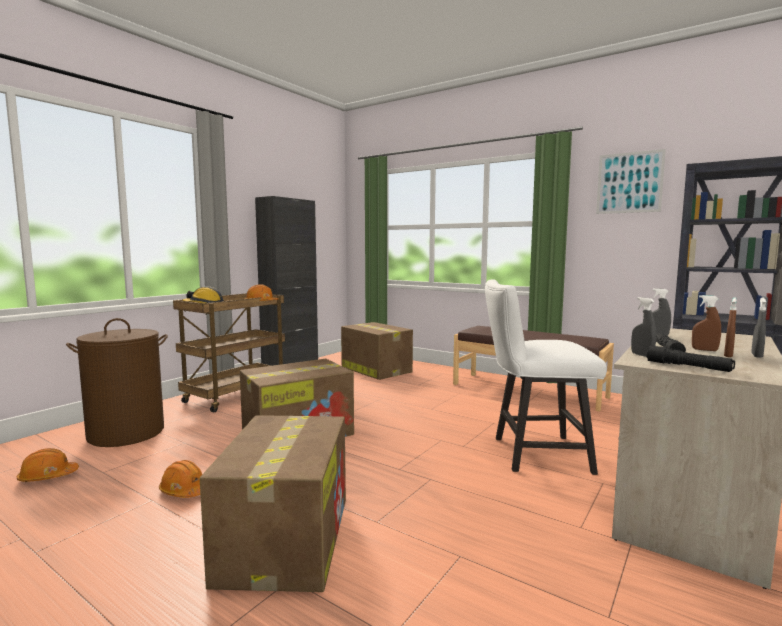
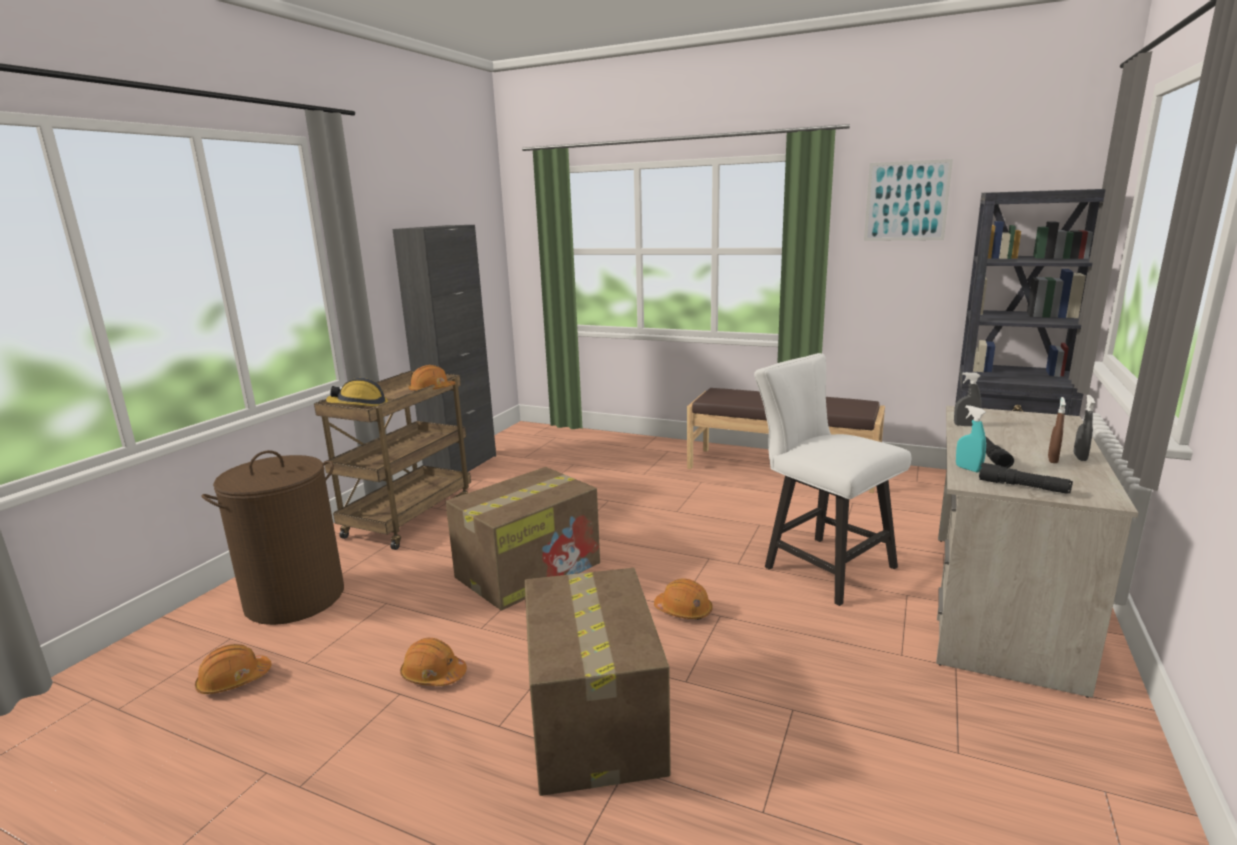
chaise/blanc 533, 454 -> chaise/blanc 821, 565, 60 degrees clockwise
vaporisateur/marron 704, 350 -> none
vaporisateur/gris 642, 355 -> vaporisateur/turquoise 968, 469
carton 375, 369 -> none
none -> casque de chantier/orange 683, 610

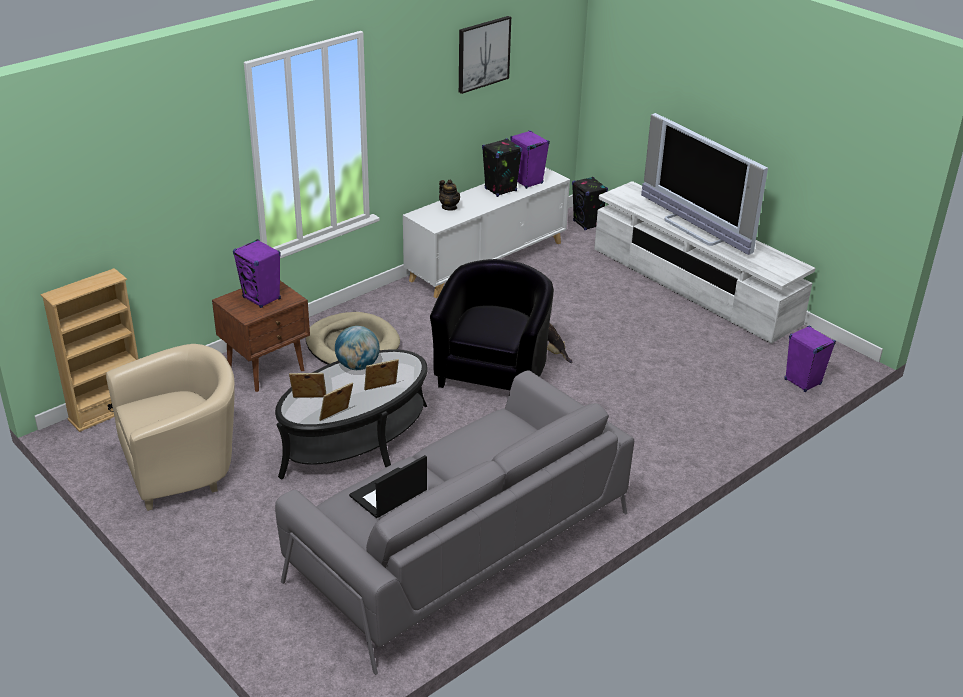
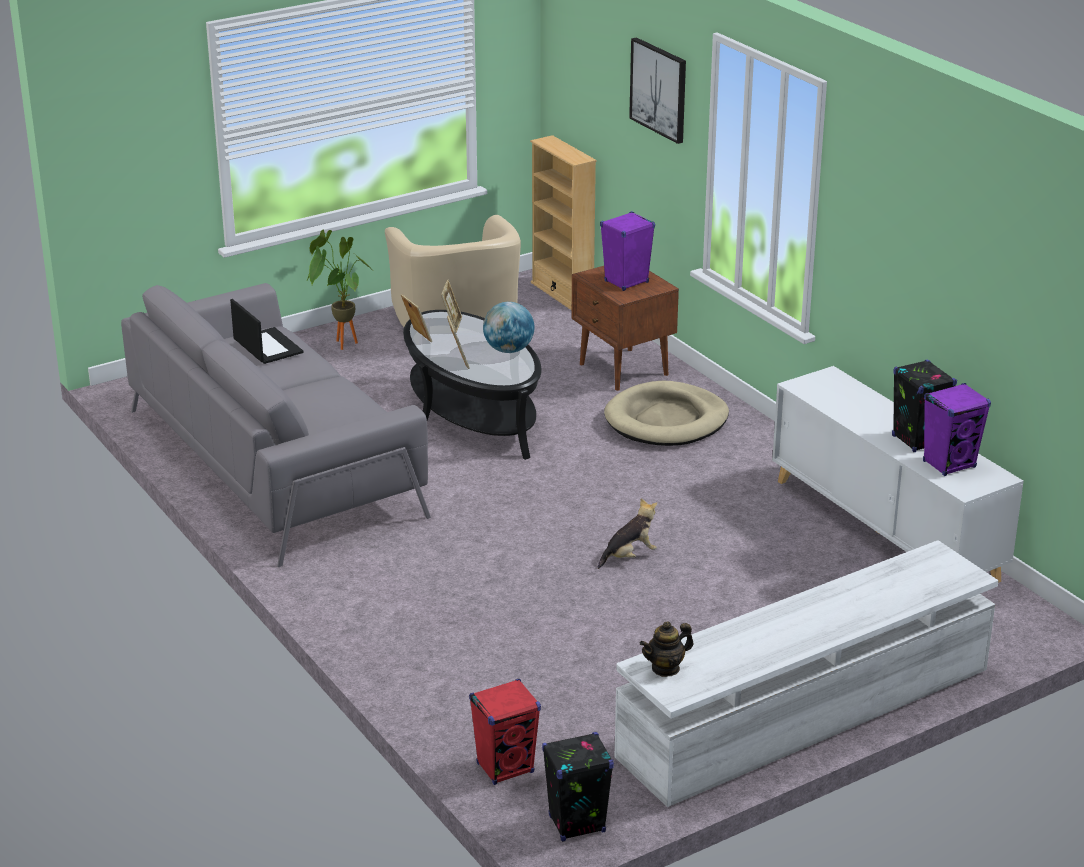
tableau 483, 54 -> tableau 659, 89, moved
téléviseur 696, 229 -> none
enceinte/noir 587, 224 -> enceinte/noir 576, 824, moved
théière 449, 207 -> théière 665, 668, moved
fauteuil/noir 493, 371 -> none
enceinte/violet 802, 382 -> enceinte/rouge 505, 768
none -> plante en pot 339, 344

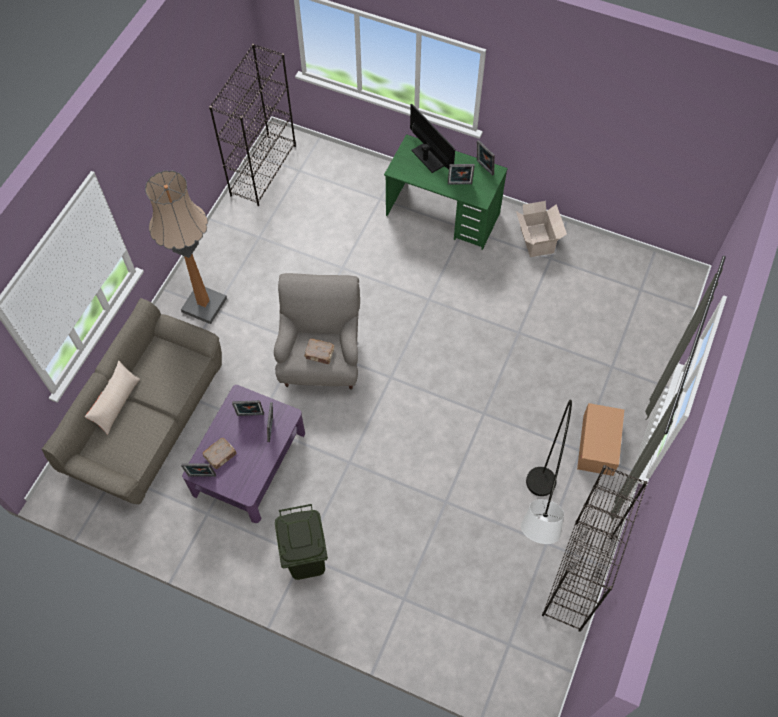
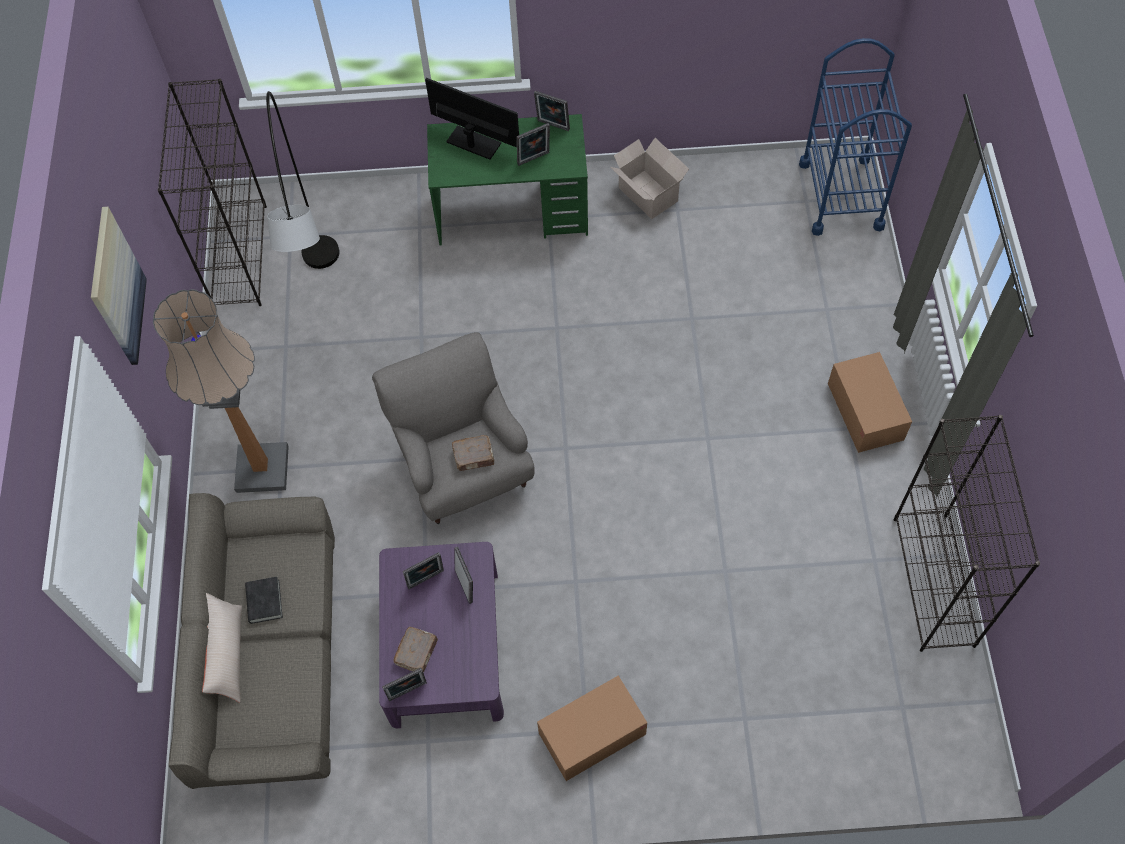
lampadaire/gris 529, 534 -> lampadaire/gris 329, 310, moved
poubelle/vert 305, 560 -> carton 592, 734
none -> chariot/bleu 841, 195
none -> tableau 116, 287
none -> livre/noir 264, 601

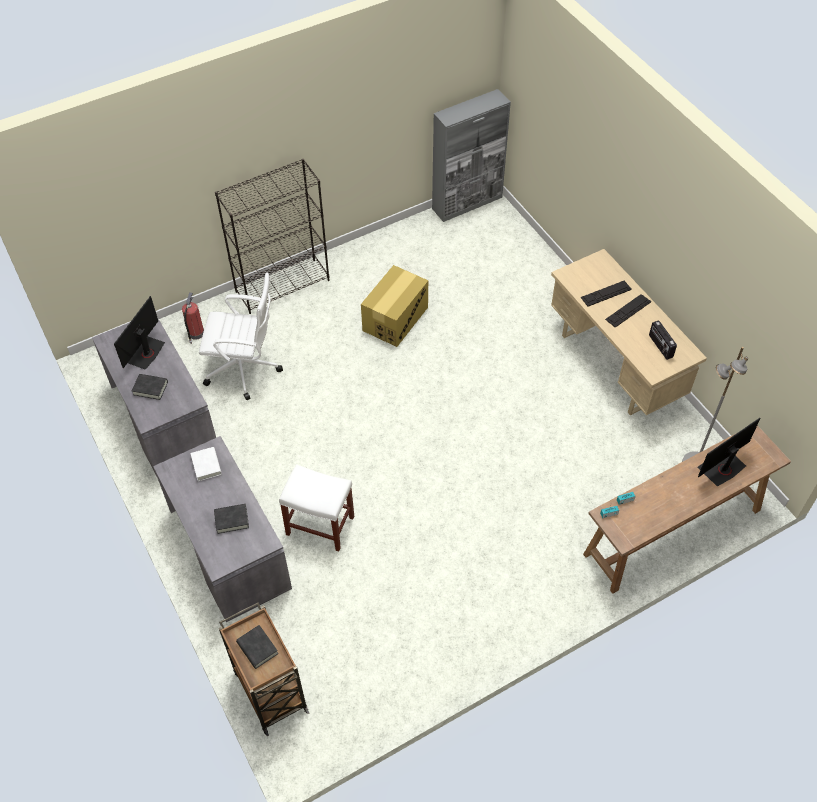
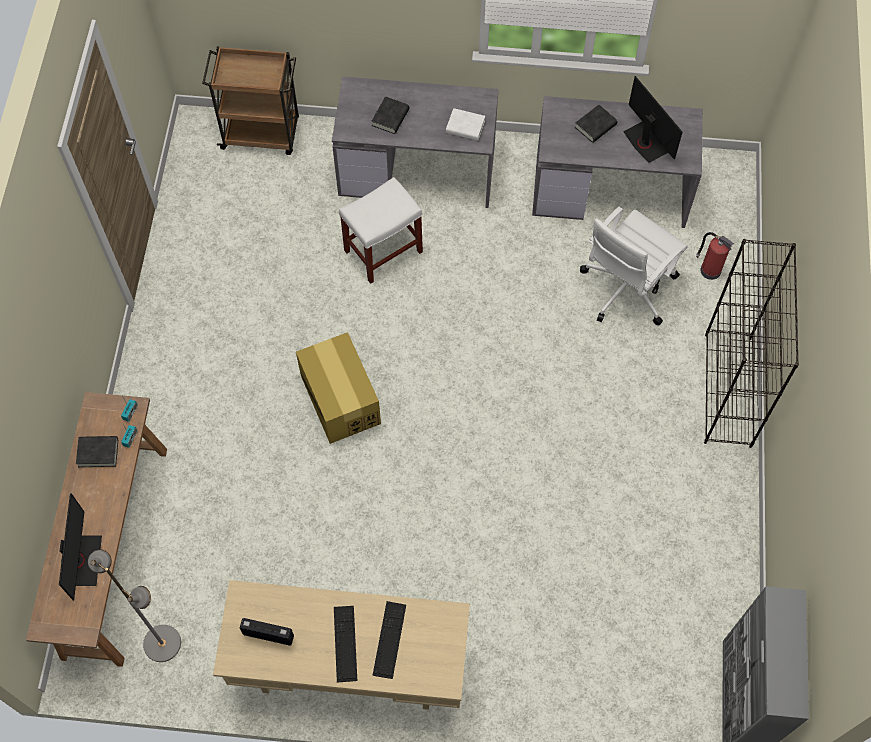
carton 395, 319 -> carton 340, 399, moved
livre/noir 257, 648 -> livre/noir 98, 453, moved

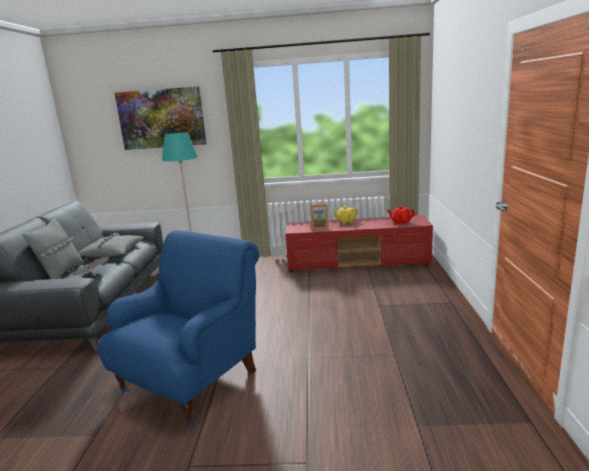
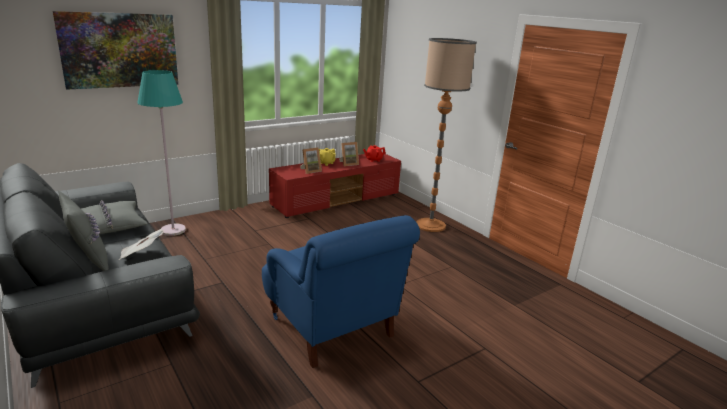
fauteuil/bleu 192, 380 -> fauteuil/bleu 333, 328, 150 degrees clockwise
none -> lampadaire 430, 225
none -> cadre photo 348, 164

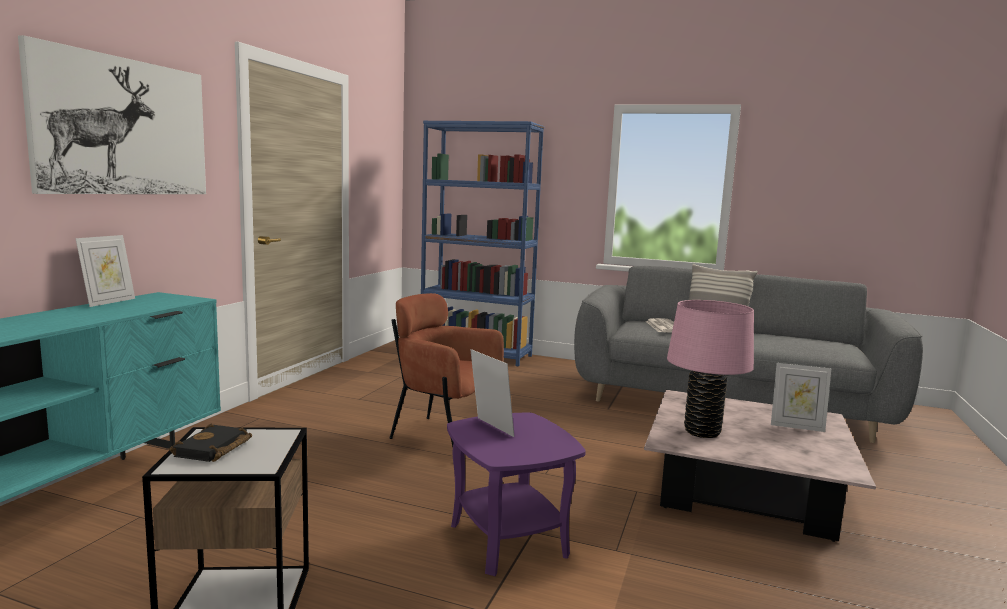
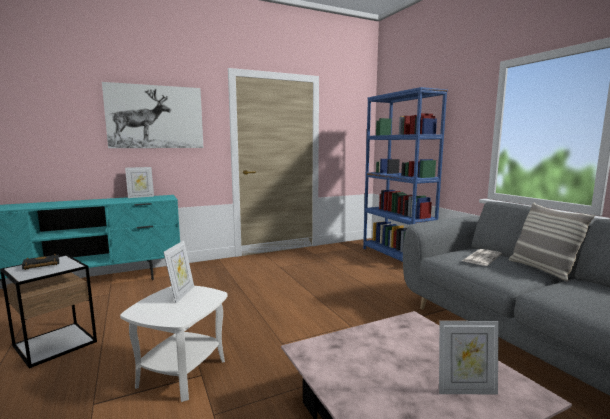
fauteuil/marron 445, 436 -> none
lampe de table/rose 702, 432 -> none
cadre photo 796, 426 -> cadre photo 465, 390, 60 degrees counterclockwise
table d'appoint/violet 509, 539 -> table d'appoint/blanc 182, 372

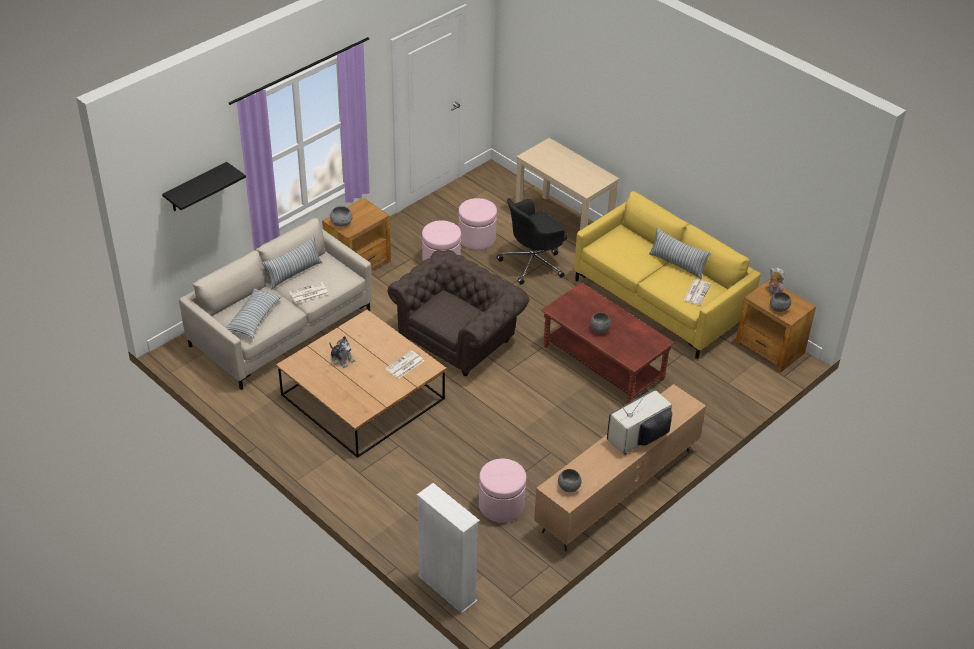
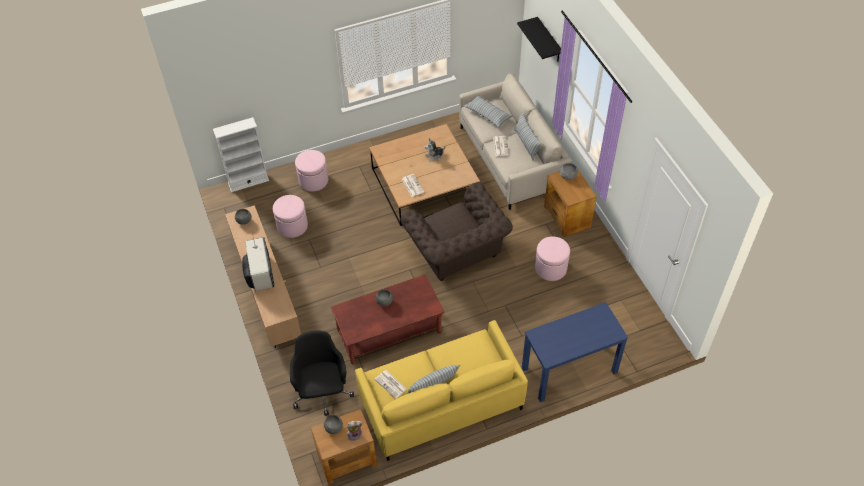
bureau/beige 563, 225 -> bureau/bleu 569, 370
pouf/rose 477, 238 -> pouf/rose 313, 180, moved
chaise de bureau/noir 533, 263 -> chaise de bureau/noir 323, 392, moved

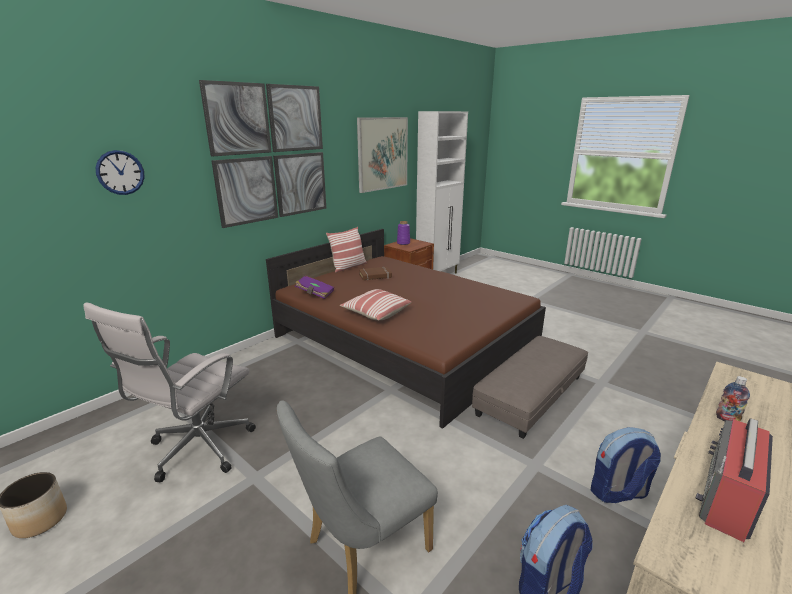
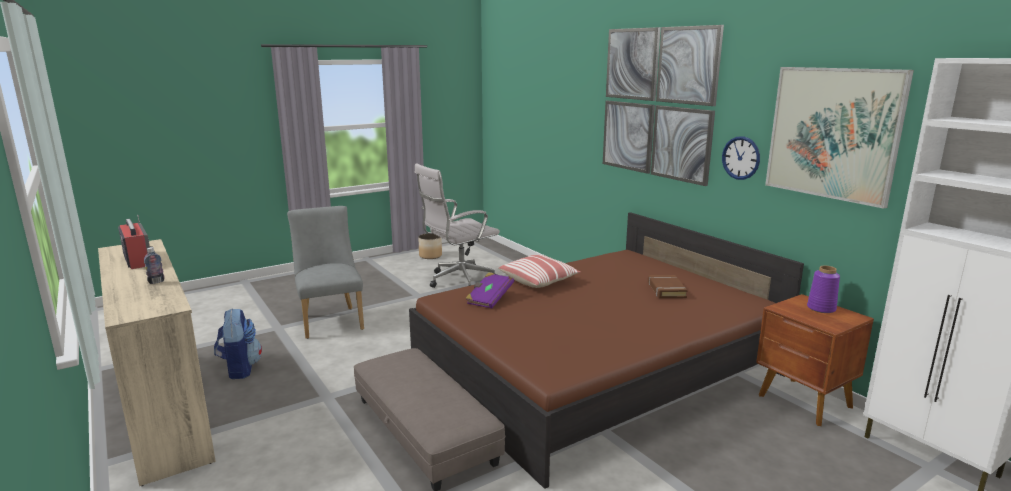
horloge murale 120, 172 -> horloge murale 741, 158, moved
coussin 348, 267 -> none
livre/violet 315, 293 -> livre/violet 489, 299, moved
chaise de bureau/blanc 197, 450 -> chaise de bureau/blanc 458, 281, 75 degrees counterclockwise
sac à dos 618, 493 -> none

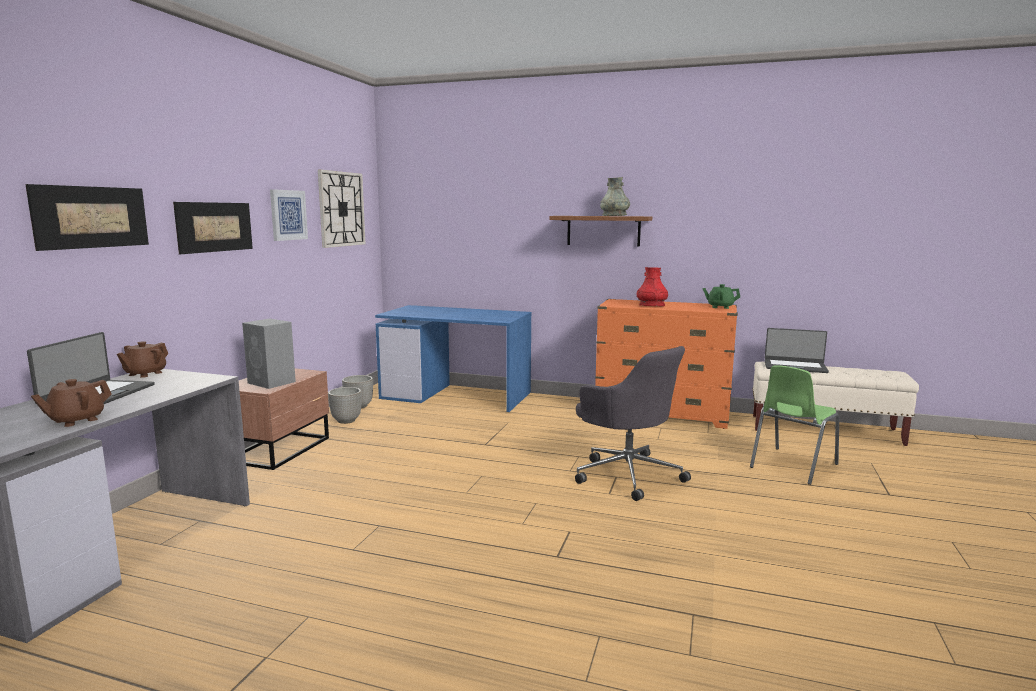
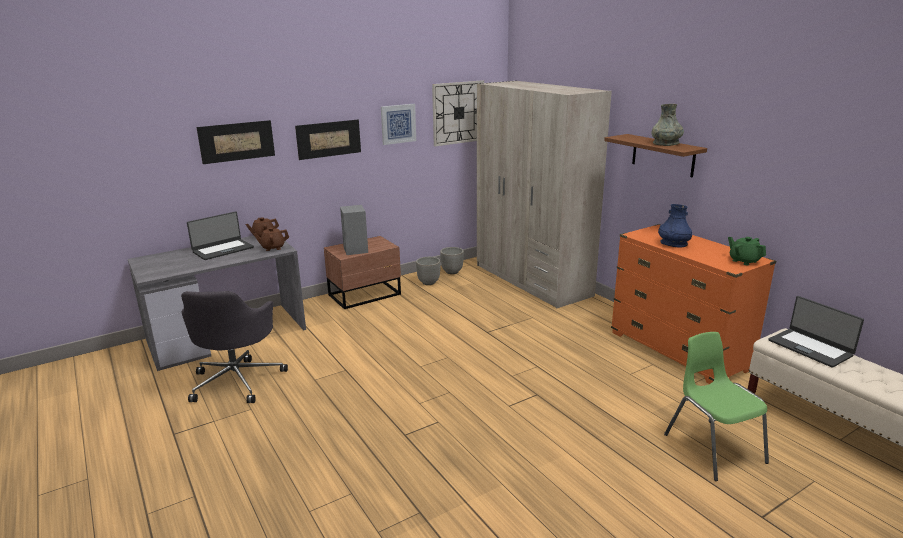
vase/rouge 651, 306 -> vase/bleu 673, 244
bureau/bleu 457, 395 -> armoire/beige 532, 280
chaise de bureau/gris 627, 474 -> chaise de bureau/gris 237, 380, moved
chaise/vert 792, 466 -> chaise/vert 712, 448, 75 degrees clockwise
théière/marron 76, 420 -> théière/marron 273, 248, moved

